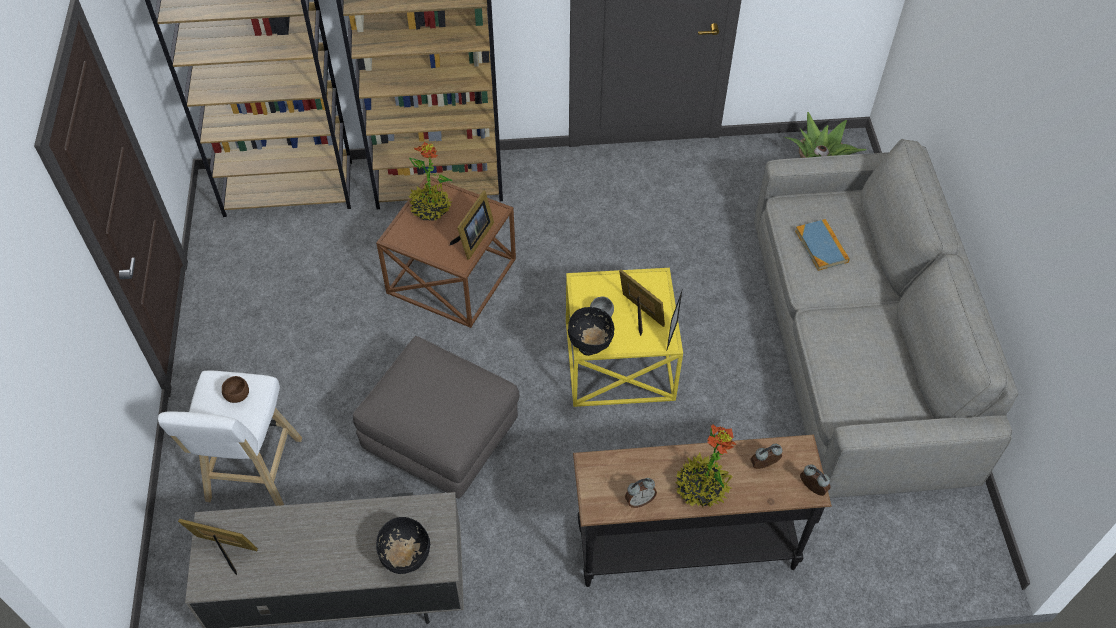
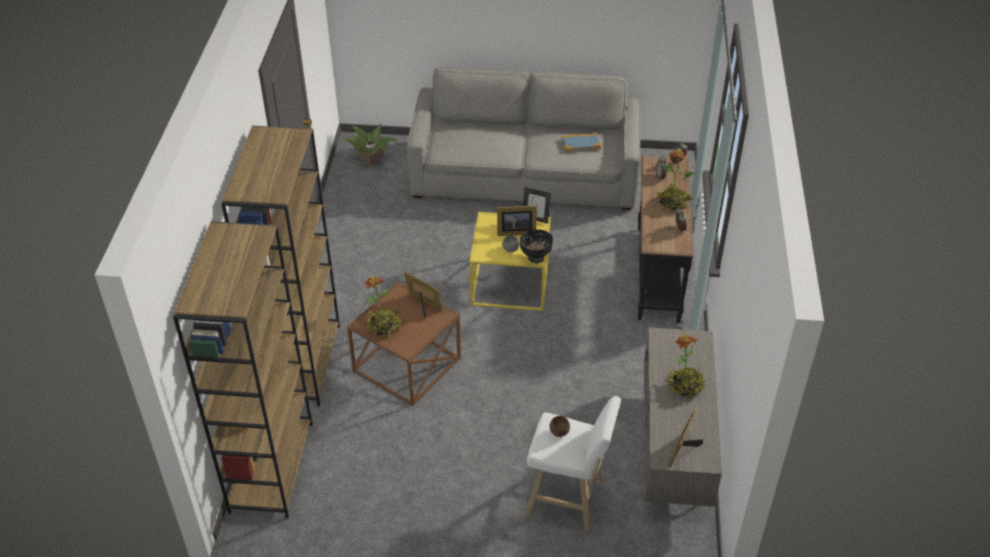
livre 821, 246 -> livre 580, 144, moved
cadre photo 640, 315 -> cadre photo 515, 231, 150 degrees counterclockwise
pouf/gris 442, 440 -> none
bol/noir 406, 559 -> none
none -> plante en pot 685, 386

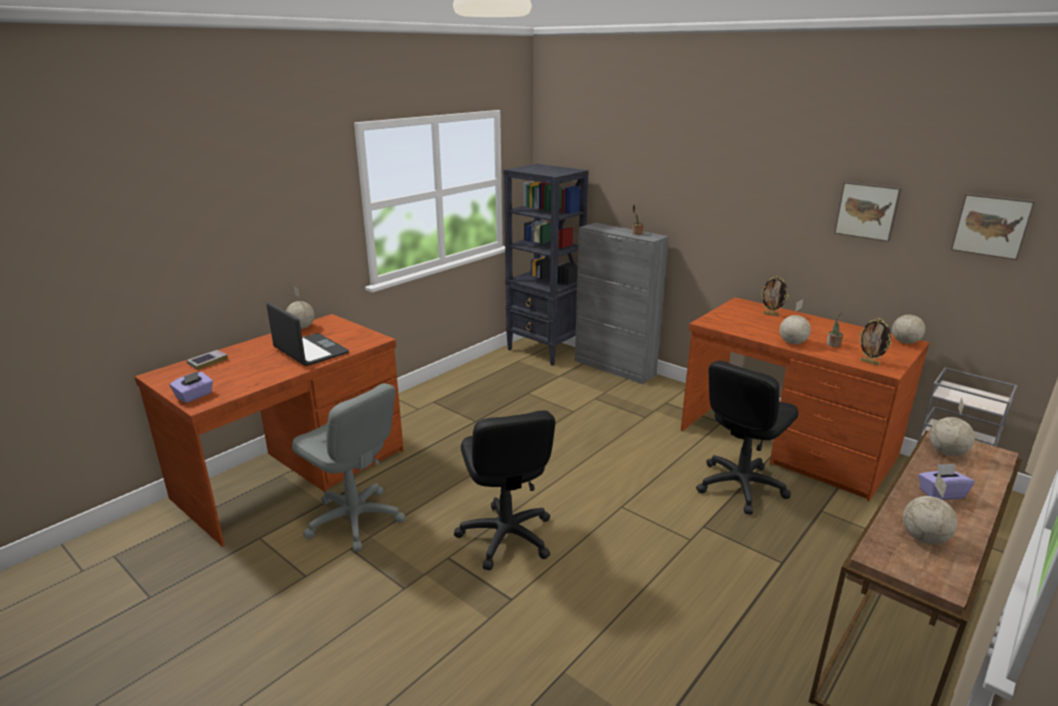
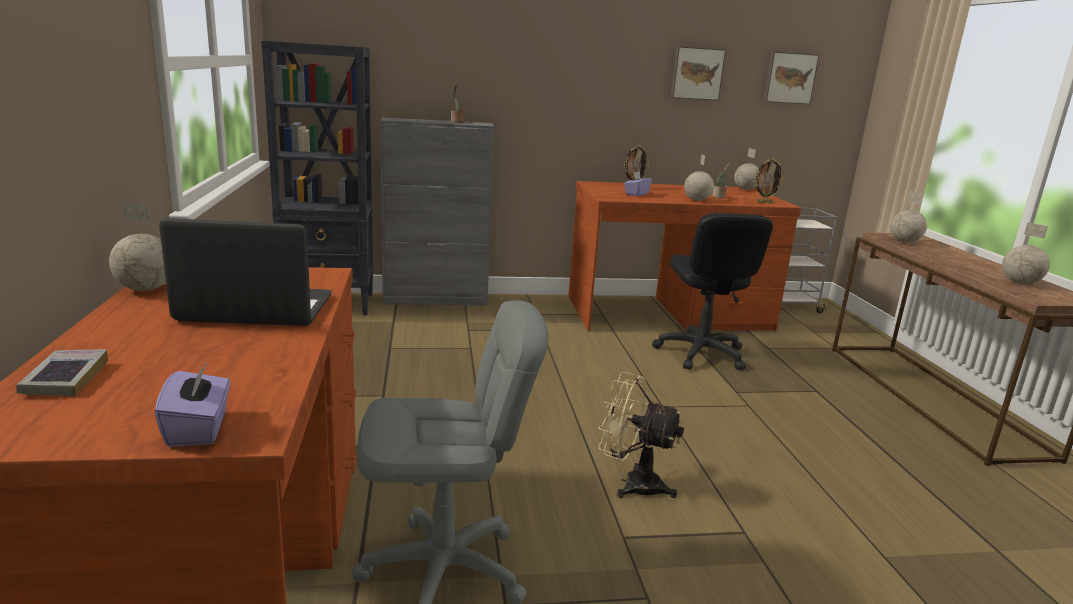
chaise de bureau/noir 506, 537 -> ventilateur/beige 632, 483
boîte à mouchoirs/violet 940, 493 -> boîte à mouchoirs/violet 636, 194, moved

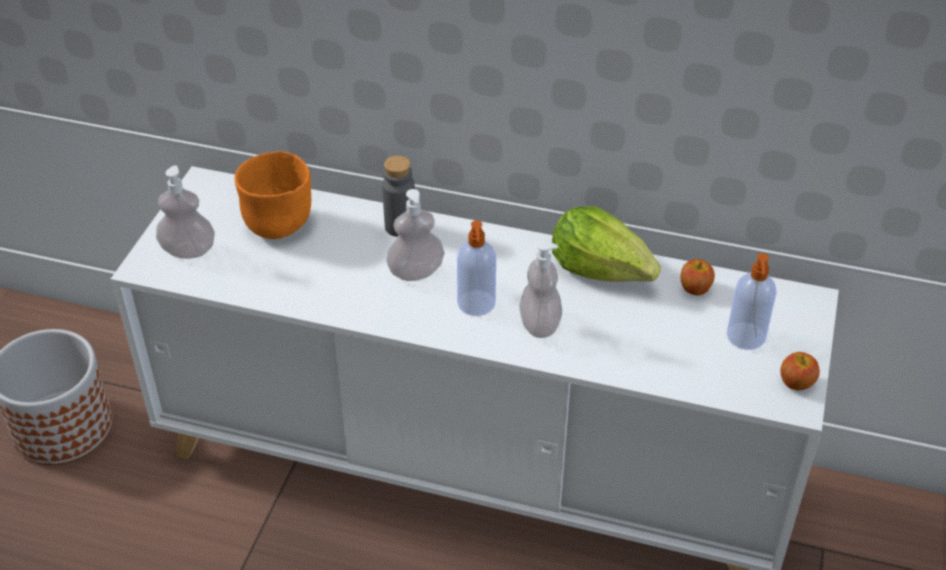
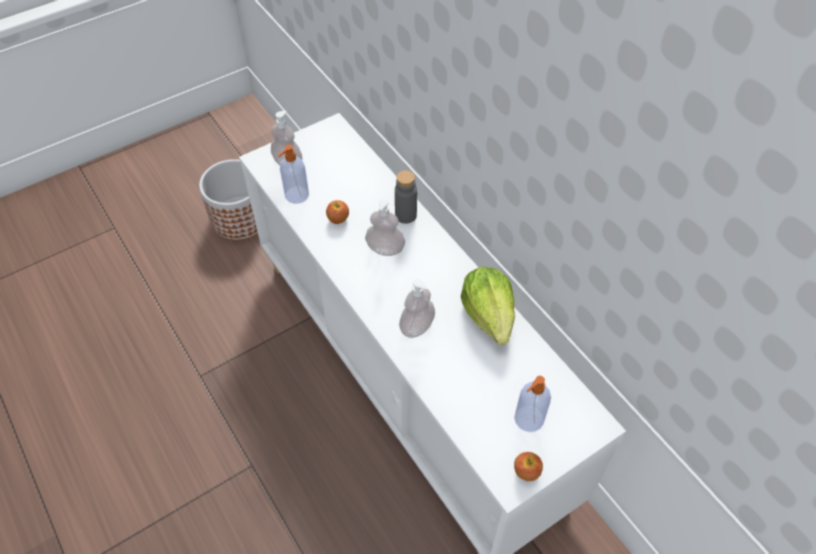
bol/orange 280, 225 -> none
distributeur de savon 476, 304 -> distributeur de savon 296, 196, moved
pomme 695, 288 -> pomme 338, 219, moved

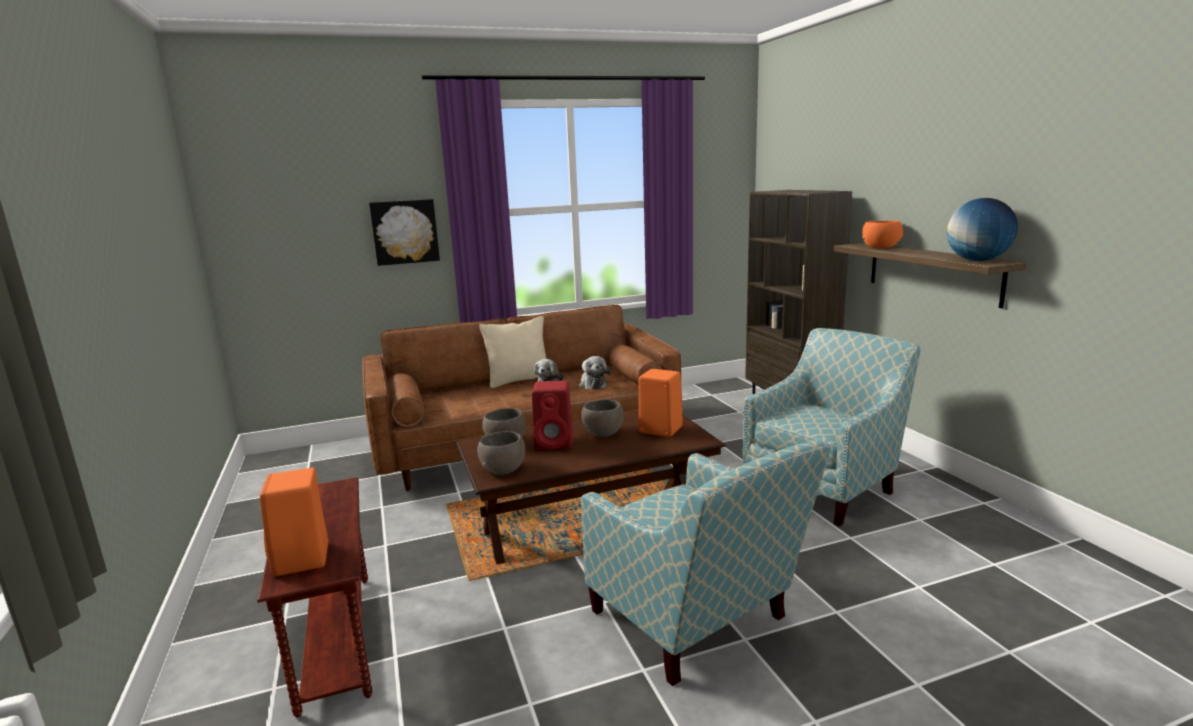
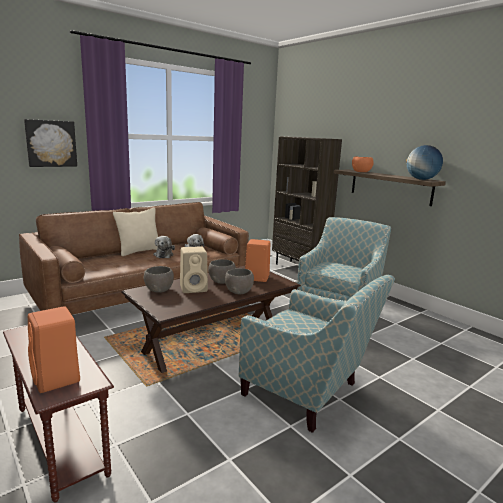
enceinte/rouge 555, 443 -> enceinte/beige 194, 288
bol/gris 502, 469 -> bol/gris 238, 291, moved

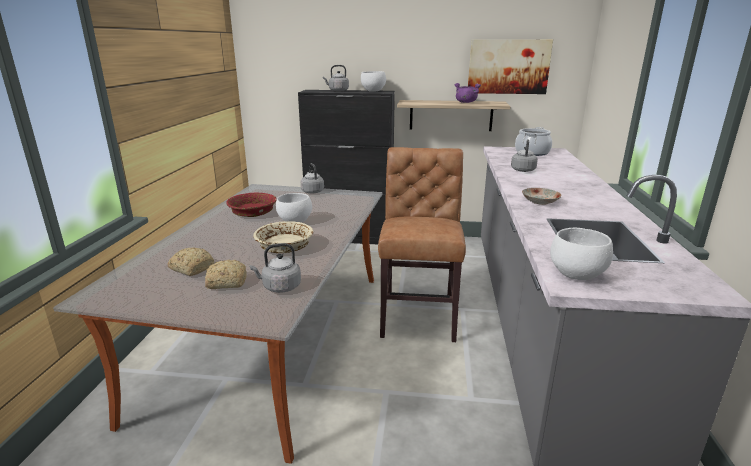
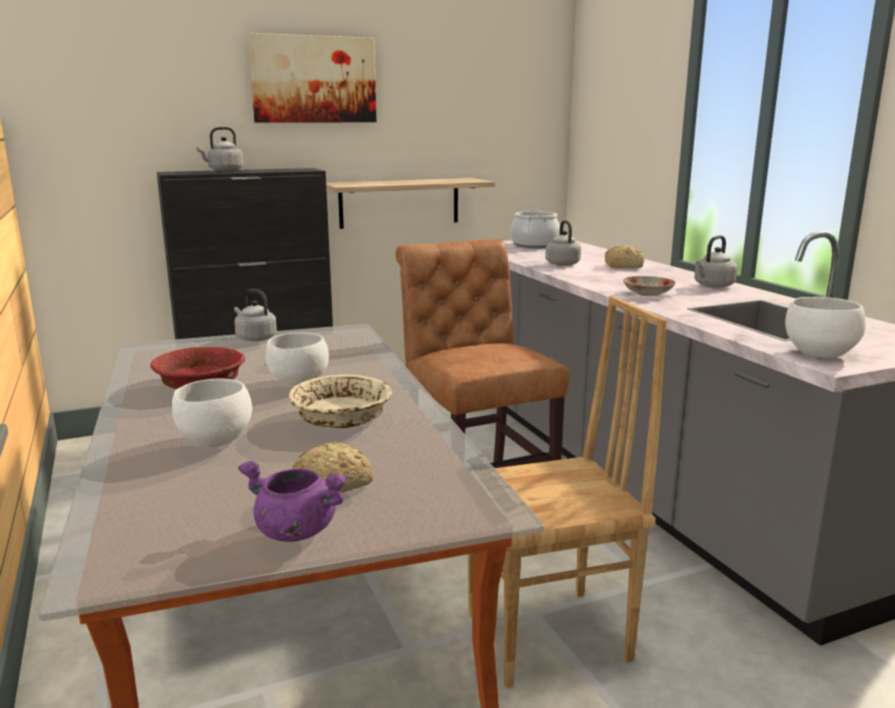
tableau 508, 66 -> tableau 314, 79, moved
bol/blanc 373, 91 -> bol/blanc 215, 441, moved
marmite/violet 465, 102 -> marmite/violet 294, 531, moved
bouilloire/gris 279, 287 -> bouilloire/gris 712, 286, moved
pain 192, 268 -> pain 622, 266, moved
none -> chaise/marron 550, 638

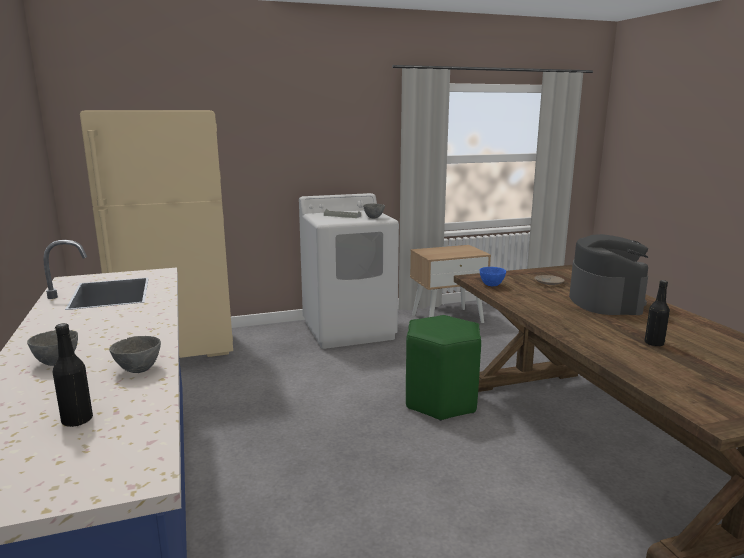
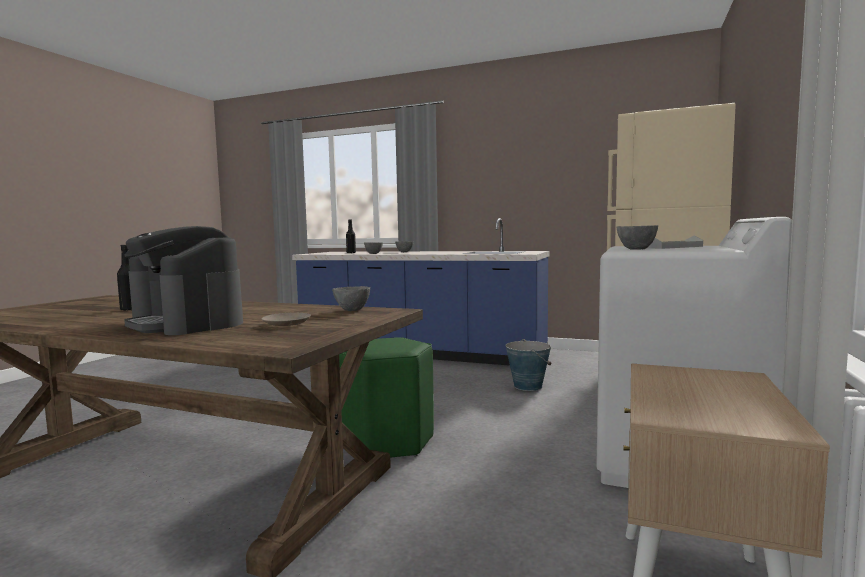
bol/bleu 492, 285 -> bol/gris 351, 310
none -> seau 528, 386

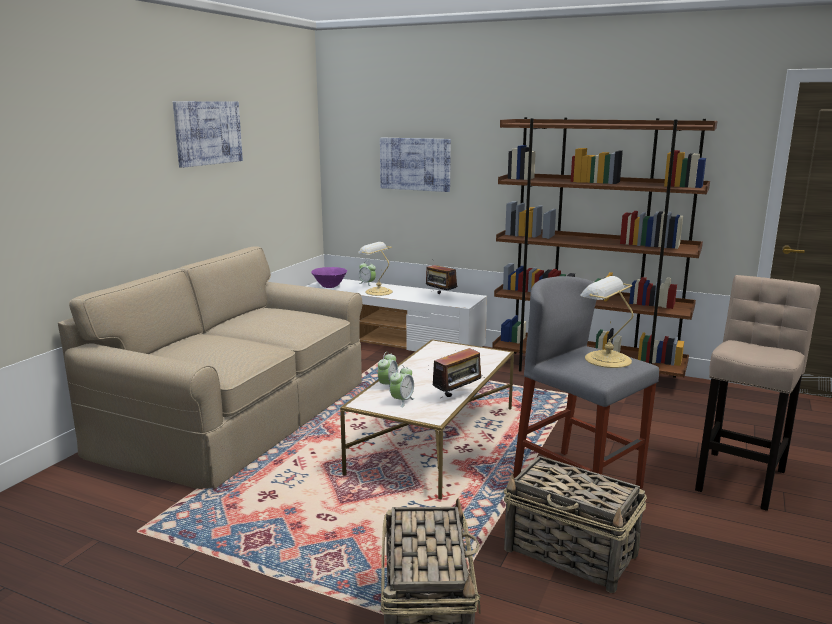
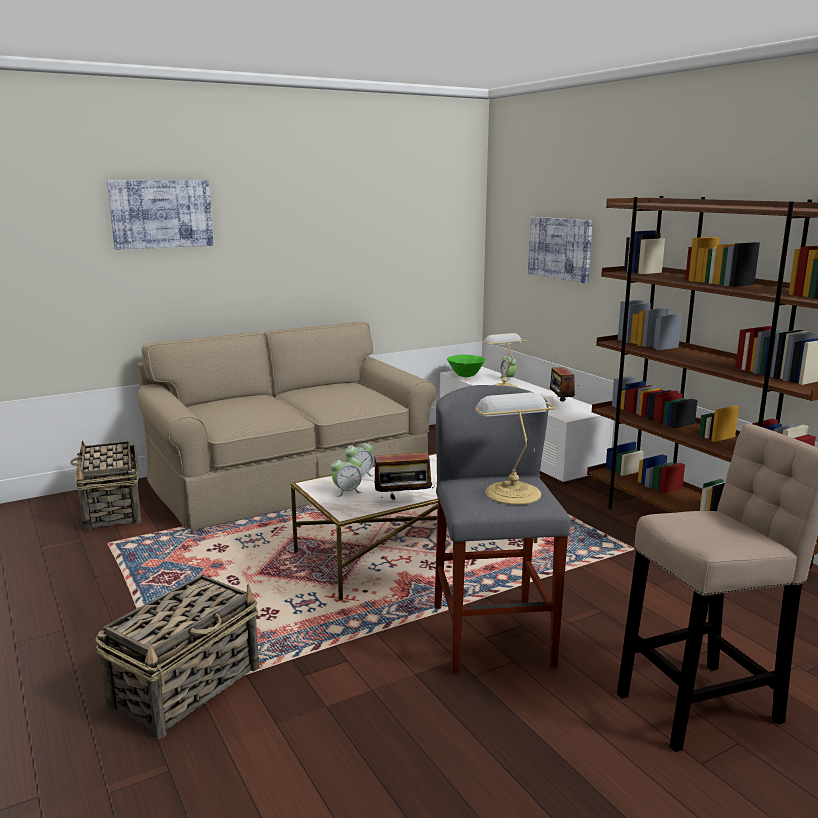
tableau 208, 133 -> tableau 161, 214, moved
bol/violet 330, 287 -> bol/vert 466, 376
panier 571, 553 -> panier 112, 510, moved

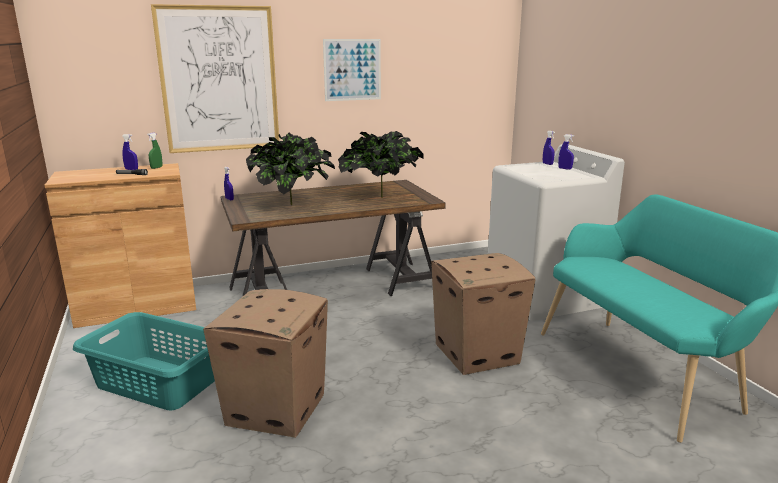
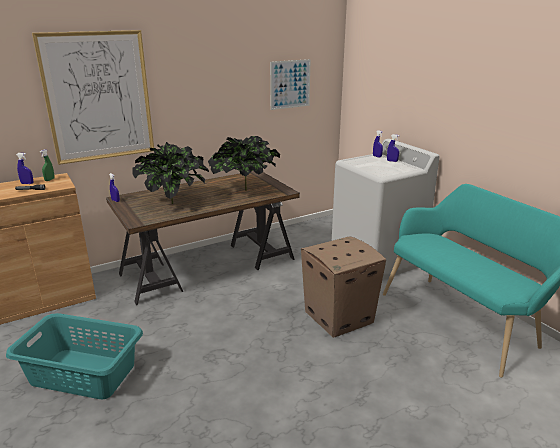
tableau 352, 70 -> tableau 290, 84, moved
carton 277, 409 -> none

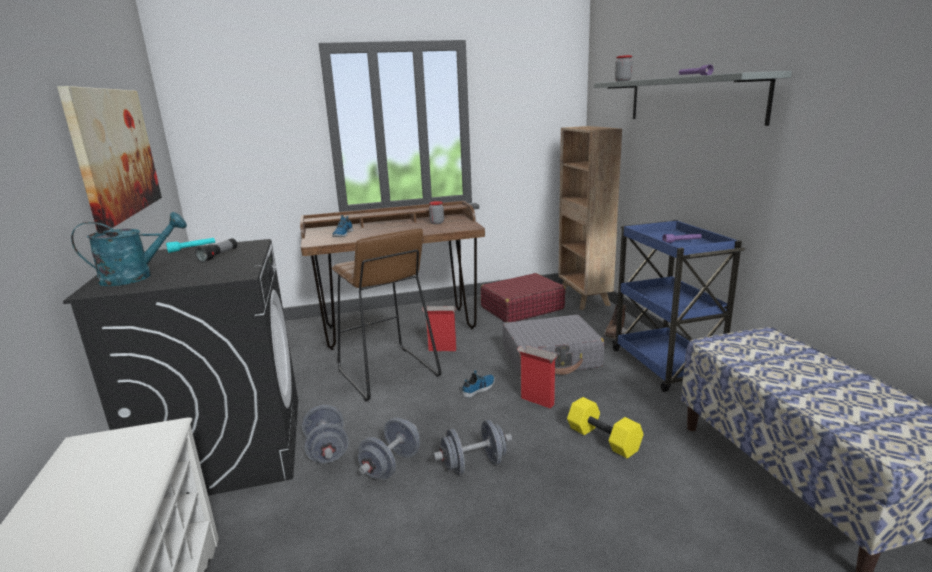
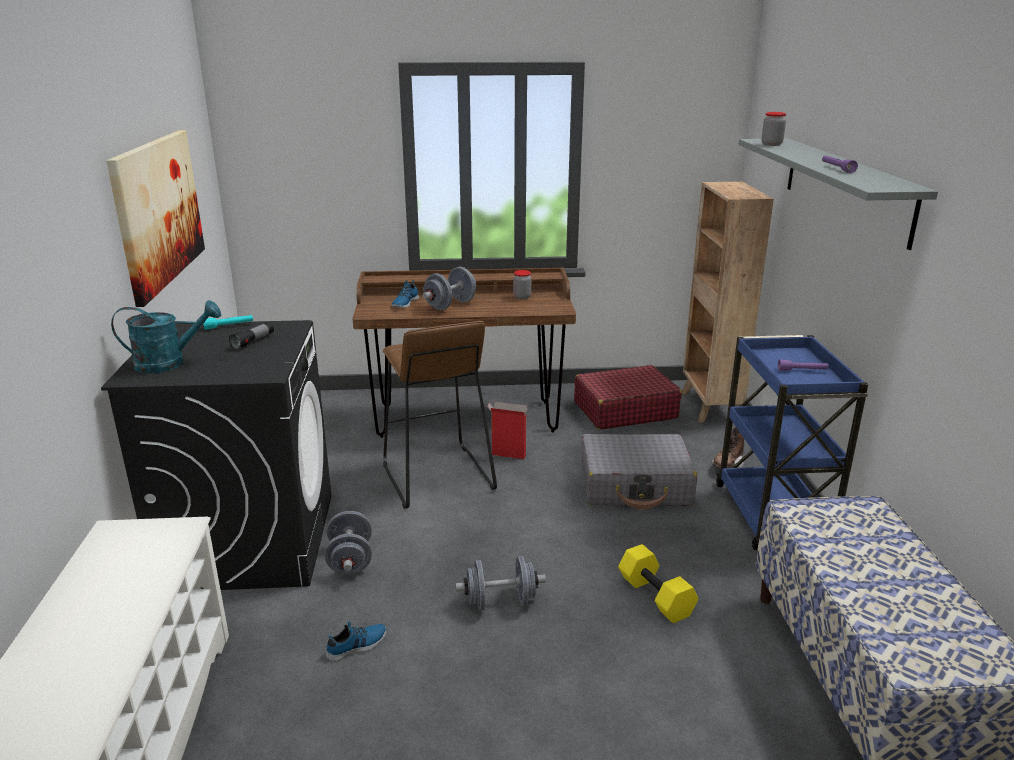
carton 536, 401 -> none
chaussure 479, 389 -> chaussure 357, 646, moved
haltère/gris 391, 465 -> haltère/gris 450, 305, moved

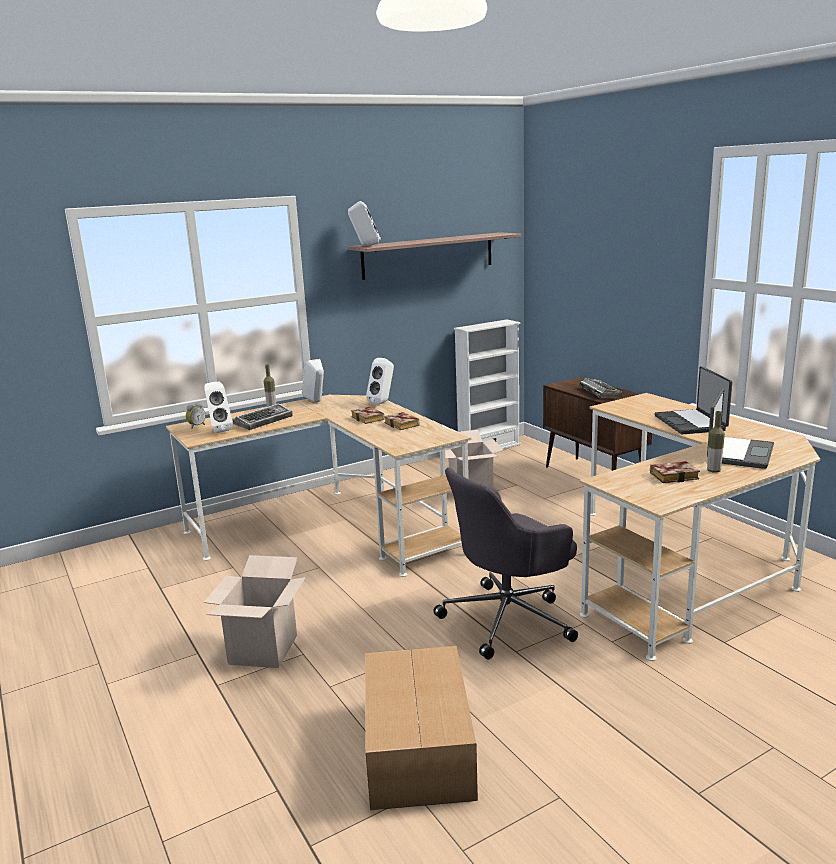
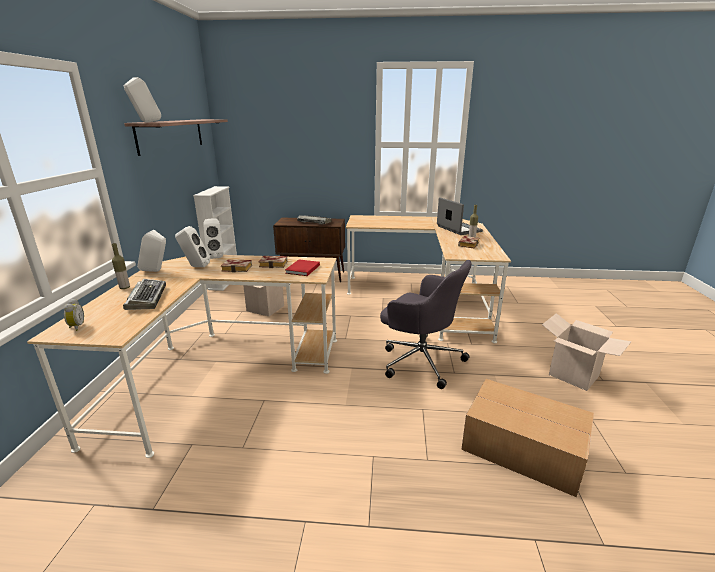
ordinateur portable 691, 423 -> none
enceinte/blanc 219, 430 -> enceinte/blanc 195, 266, moved
chaise de bureau/gris 509, 619 -> chaise de bureau/gris 420, 360, 60 degrees counterclockwise
carton 263, 650 -> carton 573, 375, moved
none -> livre/rouge 302, 269

